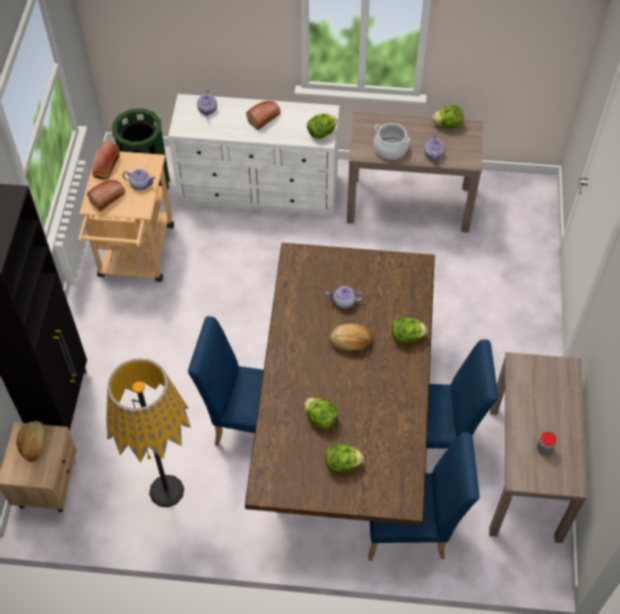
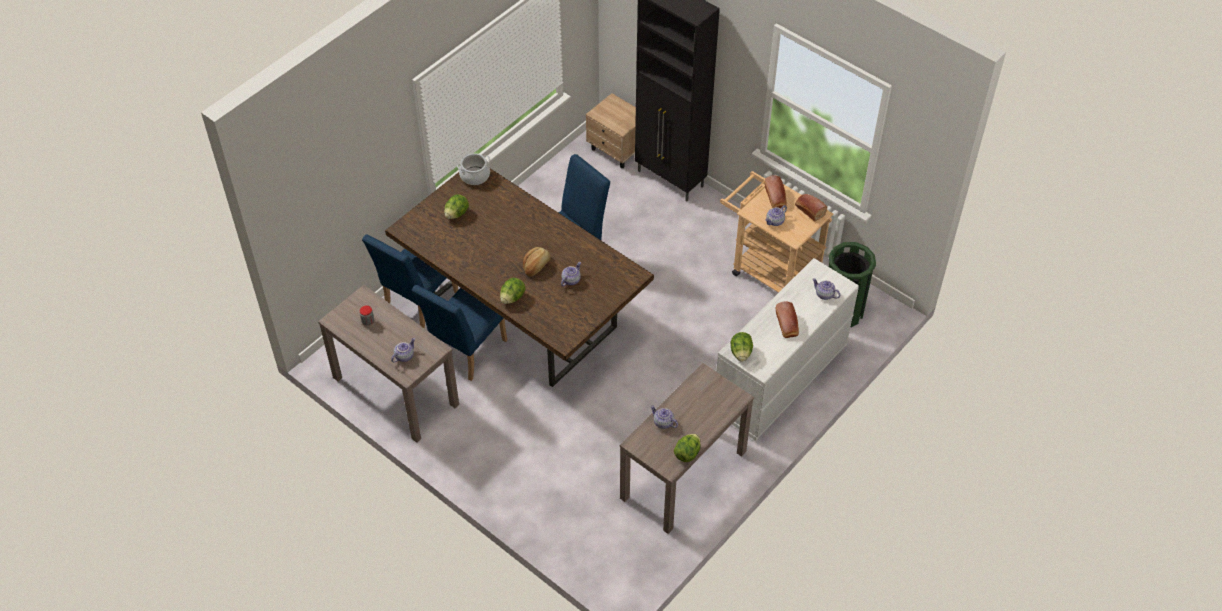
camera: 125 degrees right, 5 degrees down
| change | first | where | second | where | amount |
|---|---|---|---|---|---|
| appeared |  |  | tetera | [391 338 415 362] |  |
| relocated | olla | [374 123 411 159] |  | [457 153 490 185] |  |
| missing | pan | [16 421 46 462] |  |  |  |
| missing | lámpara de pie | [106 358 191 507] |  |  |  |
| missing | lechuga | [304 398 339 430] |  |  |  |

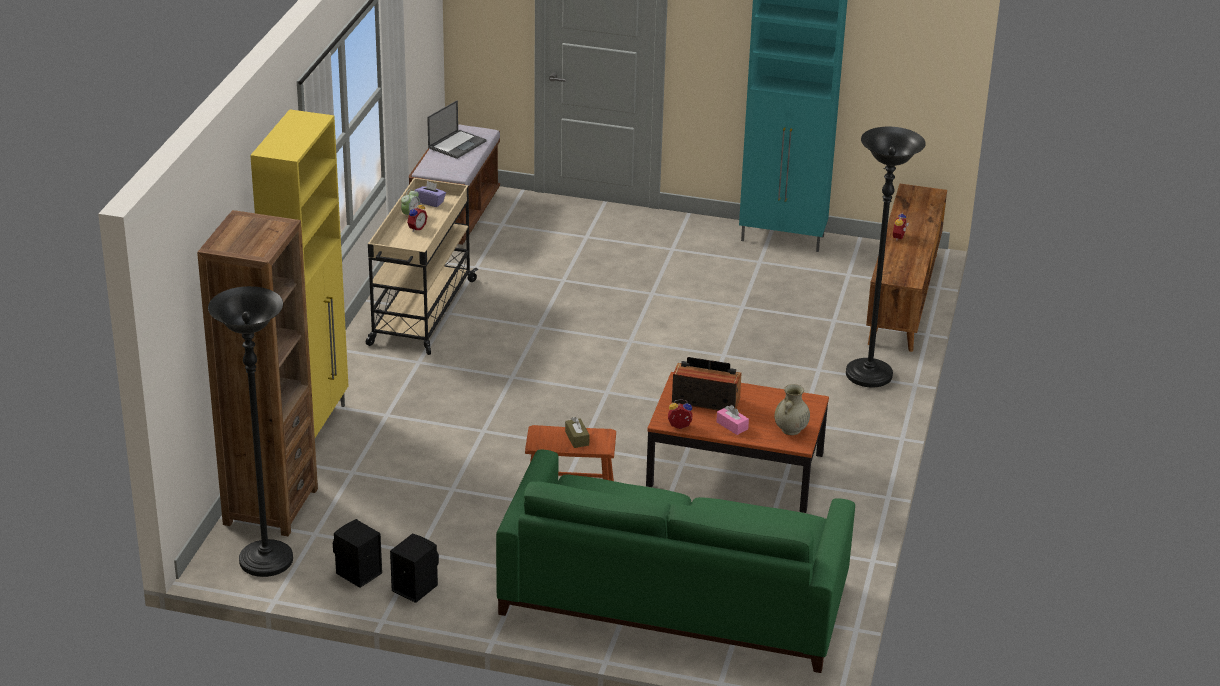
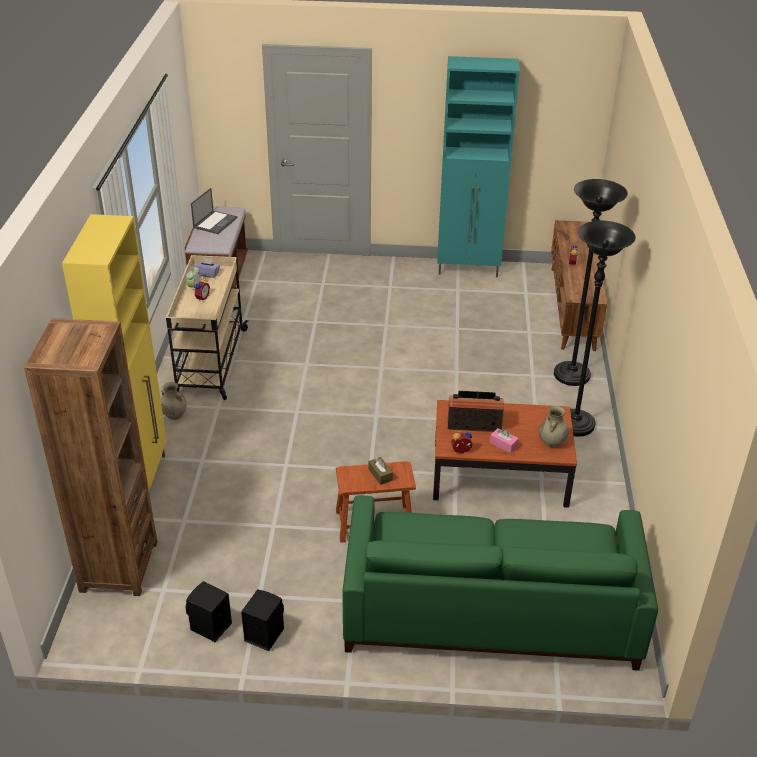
camera: 10 degrees left, 5 degrees up
| change | first | where | second | where | amount |
|---|---|---|---|---|---|
| appeared |  |  | florero [beis] | [161 382 187 420] |  |
| relocated | lámpara de pie [negro] | [208 286 293 577] |  | [570 221 636 437] |  |

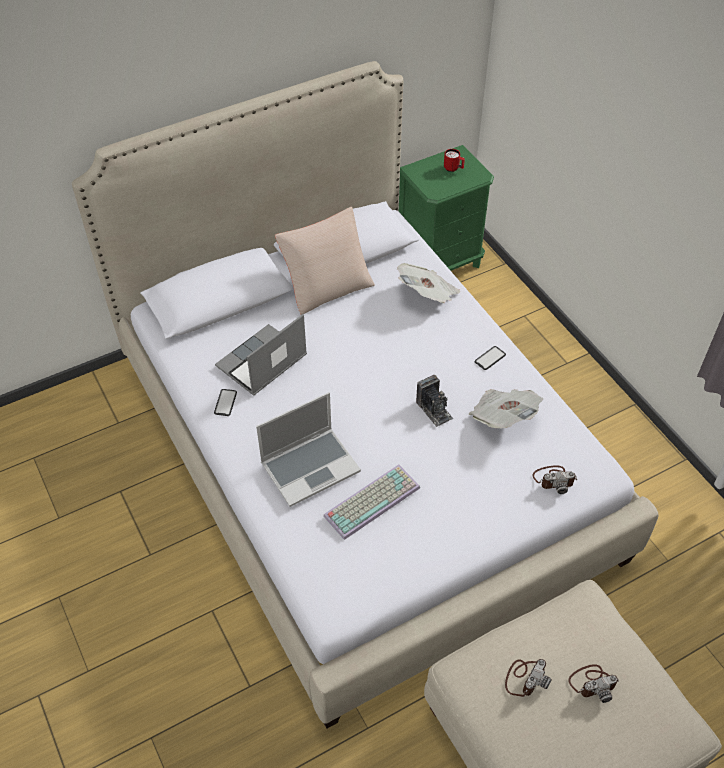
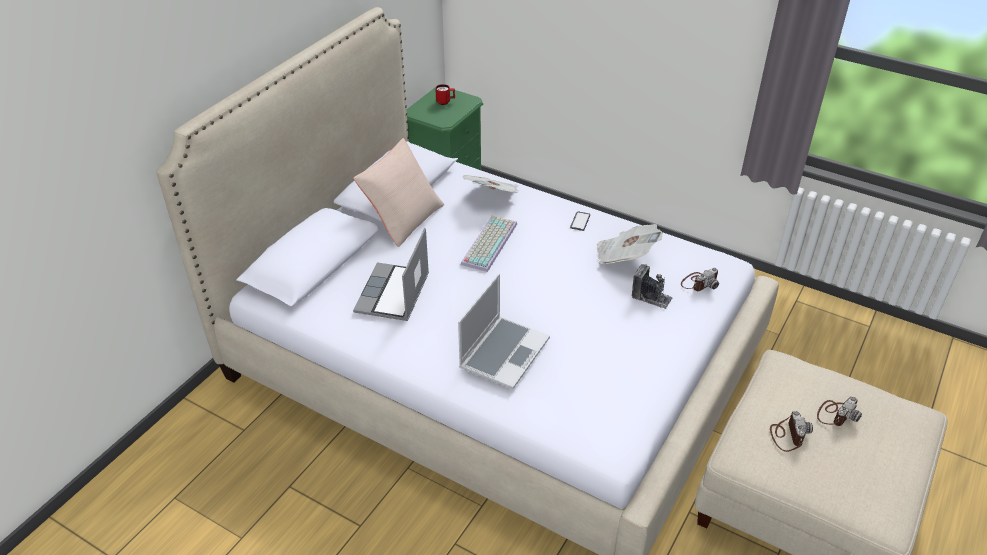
camera: 30 degrees left, 10 degrees down
| change | first | where | second | where | amount |
|---|---|---|---|---|---|
| relocated | teclado | [323 465 420 540] |  | [461 216 517 272] |  |
| relocated | cámara | [416 375 453 427] |  | [632 264 673 309] |  |
| missing | móvil | [214 389 237 416] |  |  |  |

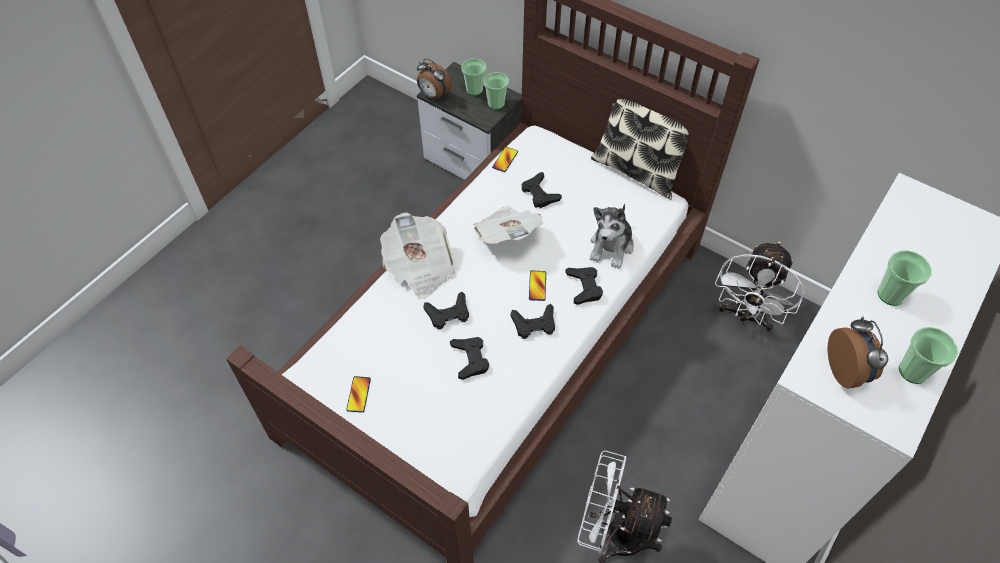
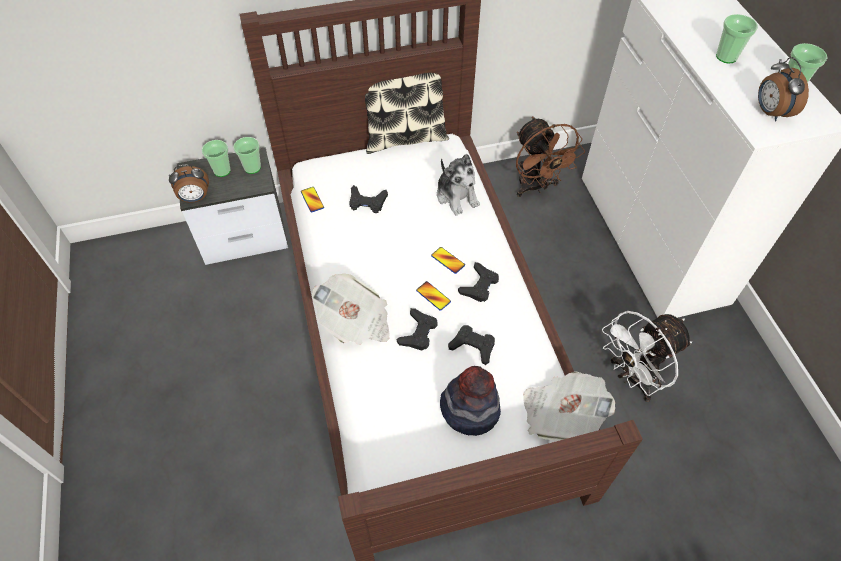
camera: 50 degrees left, 0 degrees up
| change | first | where | second | where | amount |
|---|---|---|---|---|---|
| relocated | móvil | [346 376 371 413] |  | [416 281 451 311] |  |
| appeared |  |  | sombrero | [440 366 501 436] |  |
| colour | ventilador [blanco] | [715 242 804 332] | ventilador [marrón] | [516 116 585 197] |  |
| relocated | periódico | [473 206 544 244] |  | [523 371 615 441] |  |
| spun | despertador | [828 316 888 388] |  | [758 57 809 121] | 135 degrees counterclockwise |
| missing | mando de consola [negro] | [565 267 603 305] |  |  |  |

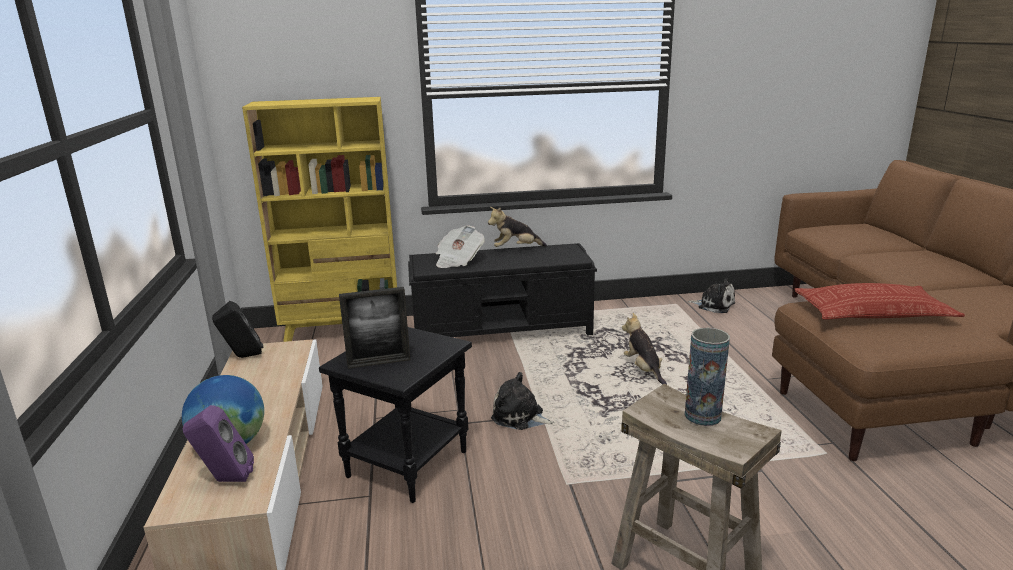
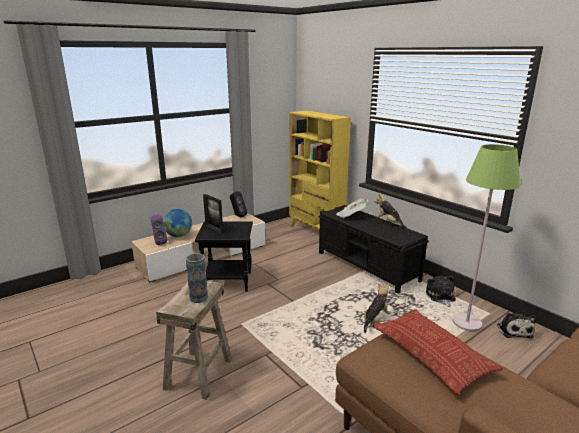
camera: 60 degrees right, 0 degrees up
| change | first | where | second | where | amount |
|---|---|---|---|---|---|
| relocated | peluche | [491 372 555 430] |  | [426 276 456 308] |  |
| appeared |  |  | lámpara de pie [verde] | [453 144 521 332] |  |

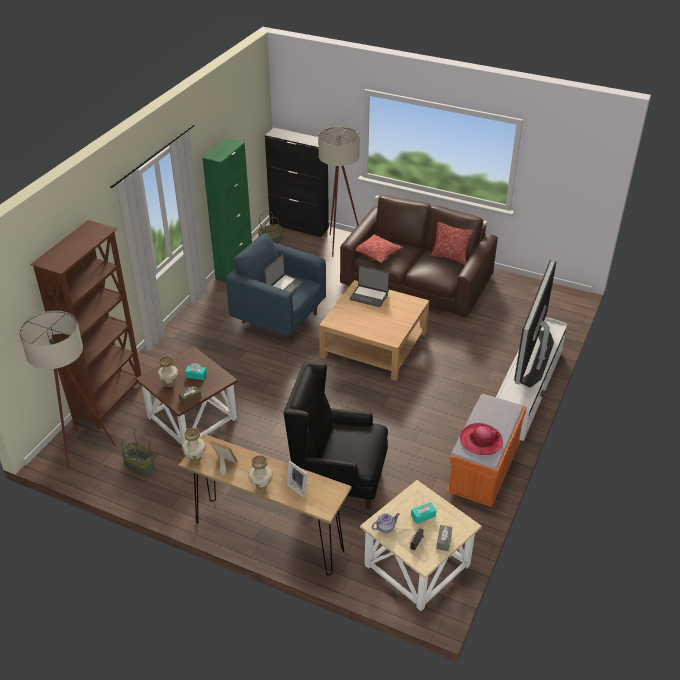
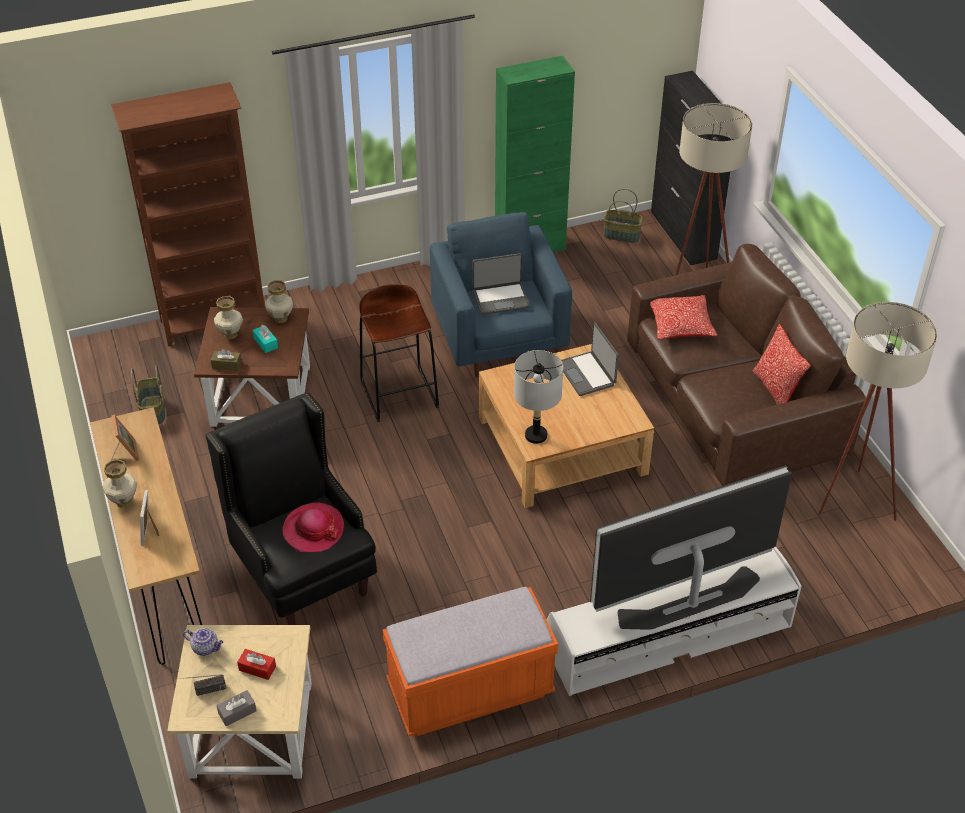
camera: 45 degrees right, 5 degrees up
| change | first | where | second | where | amount |
|---|---|---|---|---|---|
| colour | caja de pañuelos [turquesa] | [411 502 436 524] | caja de pañuelos [rojo] | [237 649 276 680] |  |
| relocated | florero | [182 428 206 463] |  | [265 280 293 323] |  |
| relocated | sombrero | [460 423 503 455] |  | [282 503 344 552] |  |
| appeared |  |  | taburete [marrón] | [359 284 439 422] |  |
| appeared |  |  | lámpara de mesa [gris] | [514 350 563 444] |  |
| relocated | lámpara de pie [beis] | [19 311 116 470] |  | [819 302 937 521] |  |

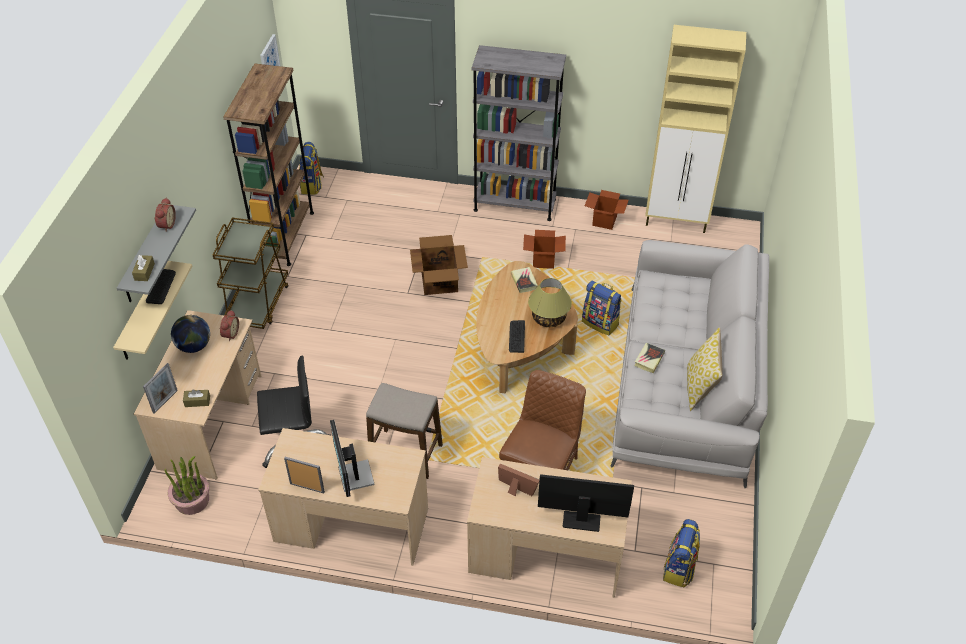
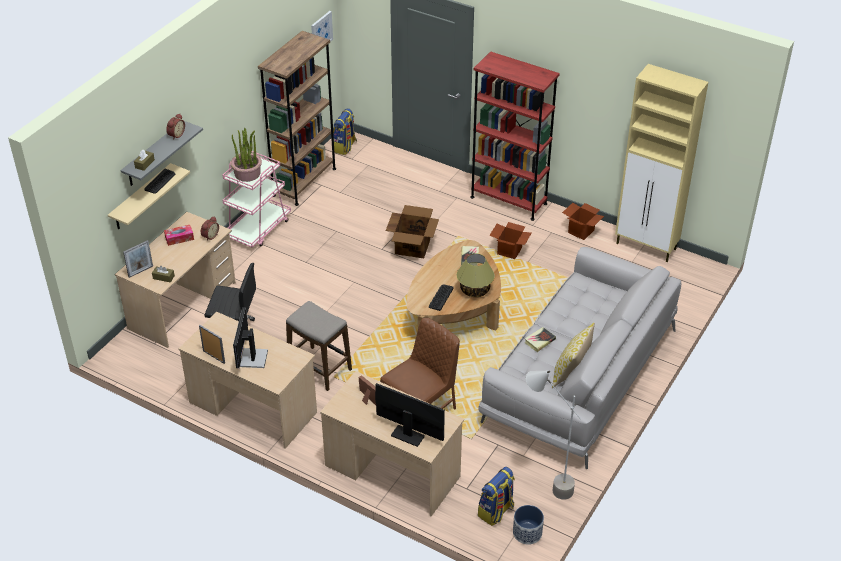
camera: 20 degrees right, 5 degrees down
| change | first | where | second | where | amount |
|---|---|---|---|---|---|
| exchanged | globo terráqueo | [171 315 210 353] | caja de pañuelos | [164 225 194 246] |  |
| colour | carrito [marrón] | [213 217 289 329] | carrito [rosa] | [223 151 291 247] |  |
| relocated | planta en maceta | [165 456 209 515] |  | [231 128 262 182] |  |
| colour | estantería [gris] | [472 45 566 221] | estantería [rojo] | [470 51 560 221] |  |
| appeared |  |  | maceta | [513 505 544 545] |  |
| appeared |  |  | lámpara de pie [gris] | [526 371 581 500] |  |
| missing | mochila | [582 281 622 336] |  |  |  |

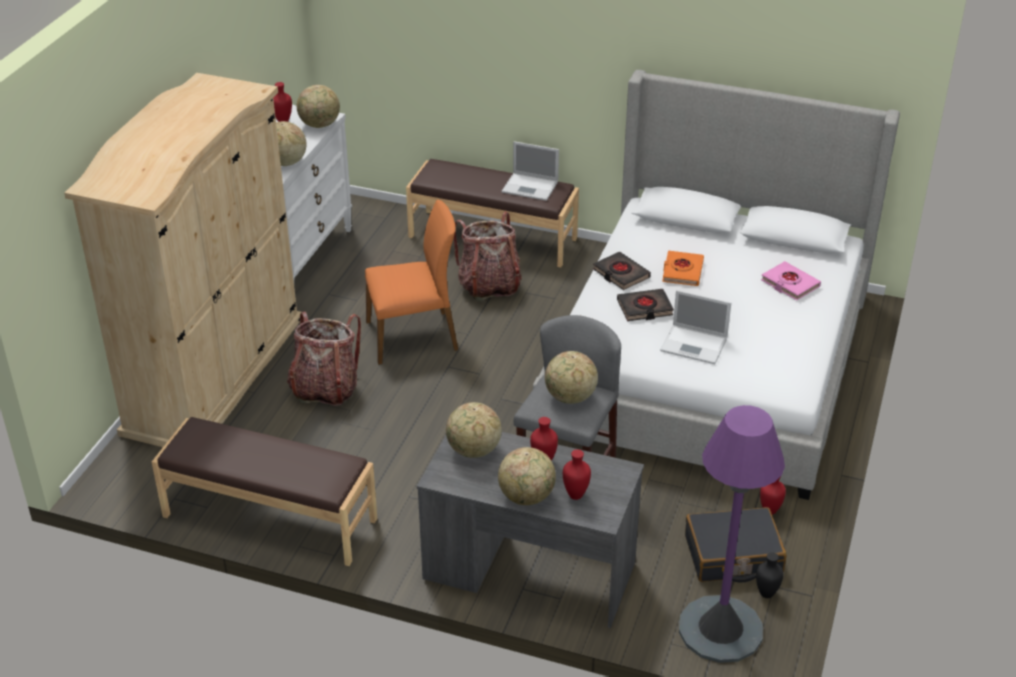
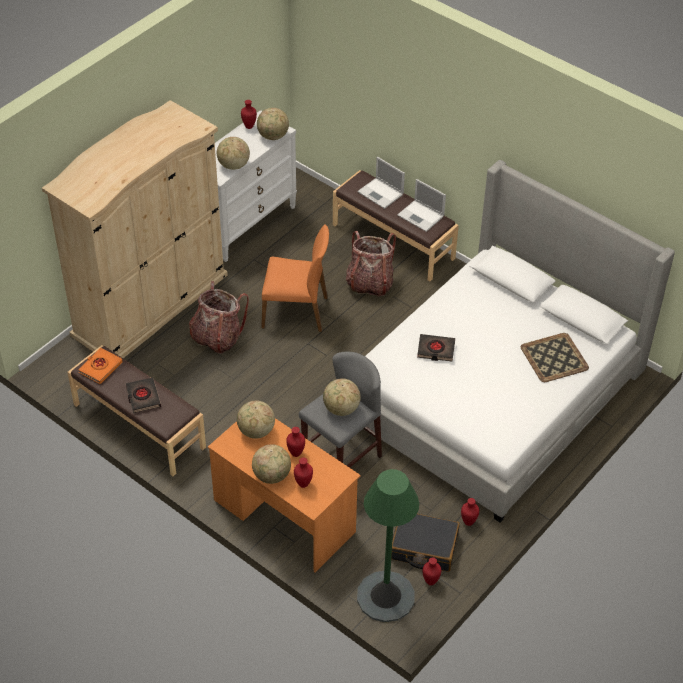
camera: 20 degrees right, 10 degrees up
| change | first | where | second | where | amount |
|---|---|---|---|---|---|
| relocated | libro [naranja] | [662 251 704 286] |  | [79 347 123 384] |  |
| relocated | libro [negro] | [593 252 651 290] |  | [126 378 161 413] |  |
| colour | escritorio [gris] | [417 432 644 628] | escritorio [naranja] | [208 418 361 572] |  |
| relocated | portátil | [660 290 731 364] |  | [357 157 405 209] |  |
| colour | lámpara de pie [morado] | [679 405 785 663] | lámpara de pie [verde] | [357 469 419 622] |  |
| colour | florero [negro] | [756 552 784 598] | florero [rojo] | [423 557 441 585] |  |
| exchanged | libro [rosa] | [761 261 821 300] | bandeja | [521 333 589 382] |  |

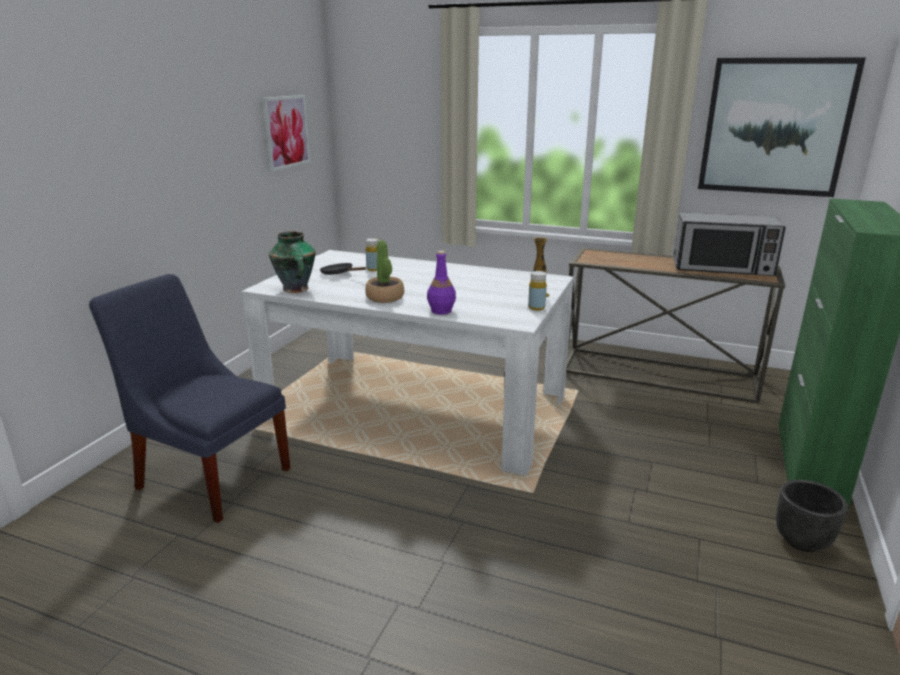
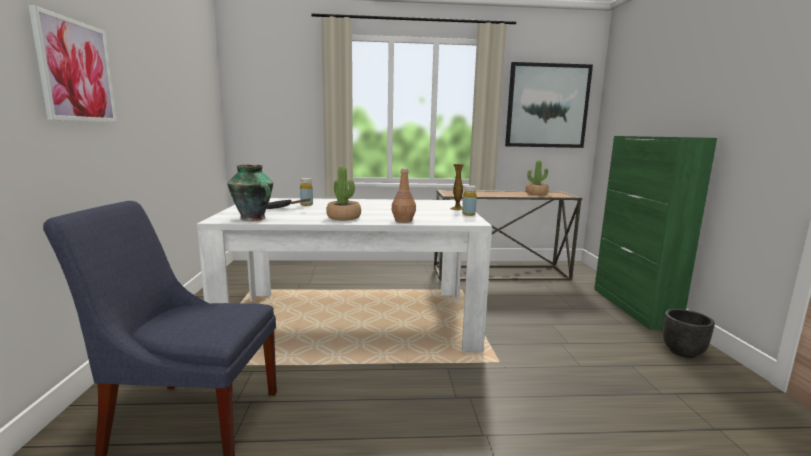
camera: 25 degrees left, 10 degrees down
| change | first | where | second | where | amount |
|---|---|---|---|---|---|
| relocated | cuadro | [262 95 310 171] |  | [28 5 117 122] |  |
| colour | botella [morado] | [427 250 456 315] | botella [marrón] | [392 168 416 223] |  |
| exchanged | microondas | [673 212 786 276] | planta en maceta | [525 160 549 195] |  |

